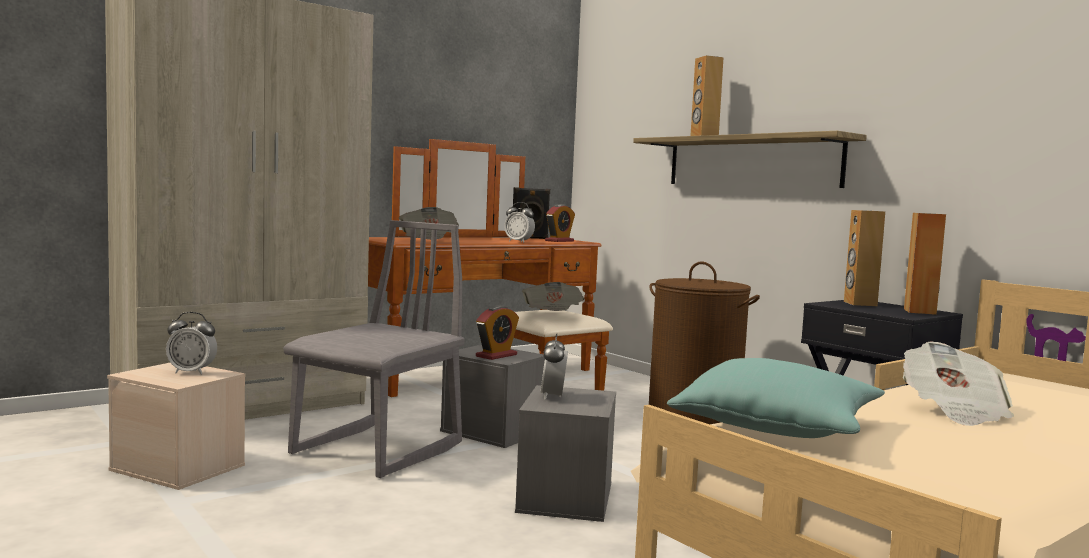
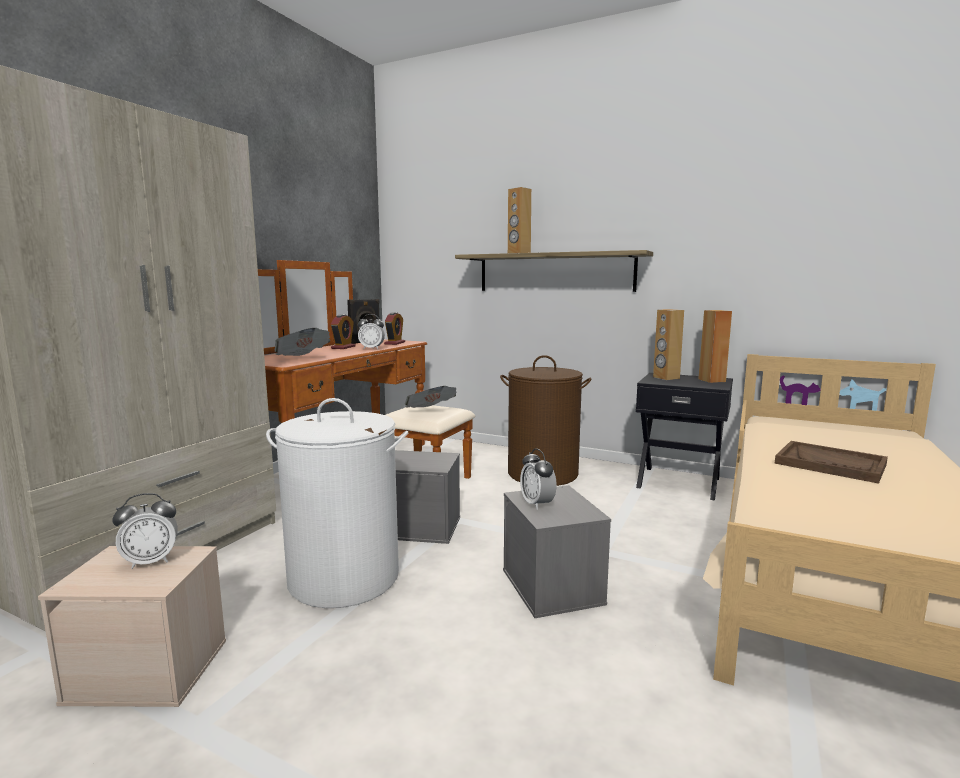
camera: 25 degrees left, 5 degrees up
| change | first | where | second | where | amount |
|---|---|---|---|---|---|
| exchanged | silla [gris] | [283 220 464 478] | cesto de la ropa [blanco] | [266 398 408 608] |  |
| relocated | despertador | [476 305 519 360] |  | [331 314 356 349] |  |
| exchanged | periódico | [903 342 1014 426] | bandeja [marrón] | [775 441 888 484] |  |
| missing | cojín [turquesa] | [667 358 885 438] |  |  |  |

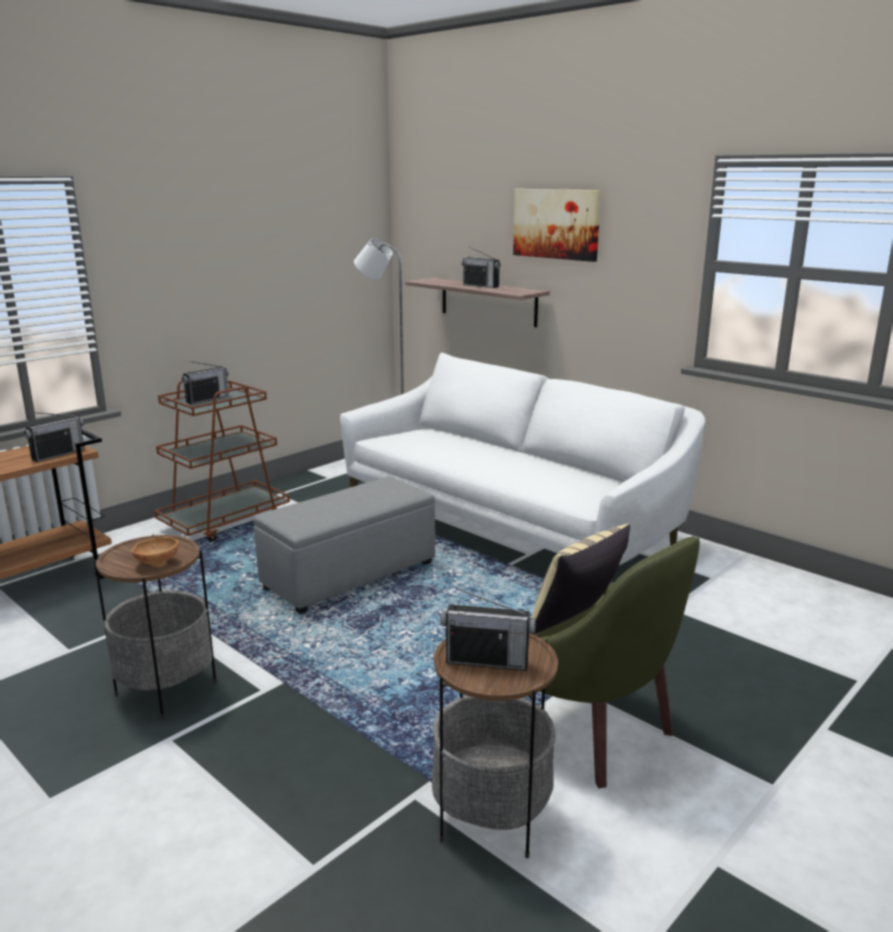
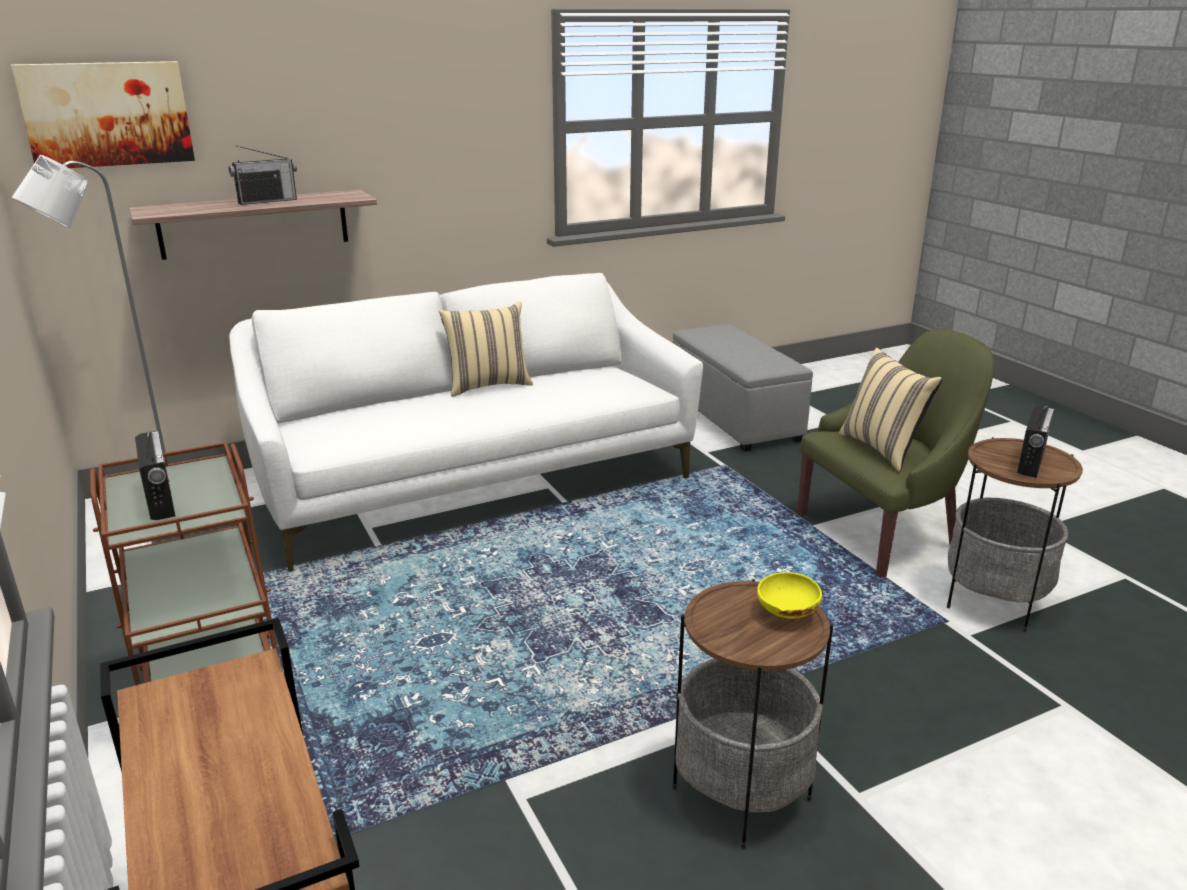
camera: 70 degrees left, 5 degrees up
| change | first | where | second | where | amount |
|---|---|---|---|---|---|
| relocated | cuadro | [513 189 601 262] |  | [11 61 195 168] |  |
| appeared |  |  | cojín [beis] | [439 301 533 397] |  |
| relocated | puf [gris] | [254 477 435 614] |  | [673 324 813 452] |  |
| colour | cuenco [marrón] | [131 537 179 567] | cuenco [amarillo] | [757 572 822 619] |  |
| missing | radio | [24 412 85 462] |  |  |  |

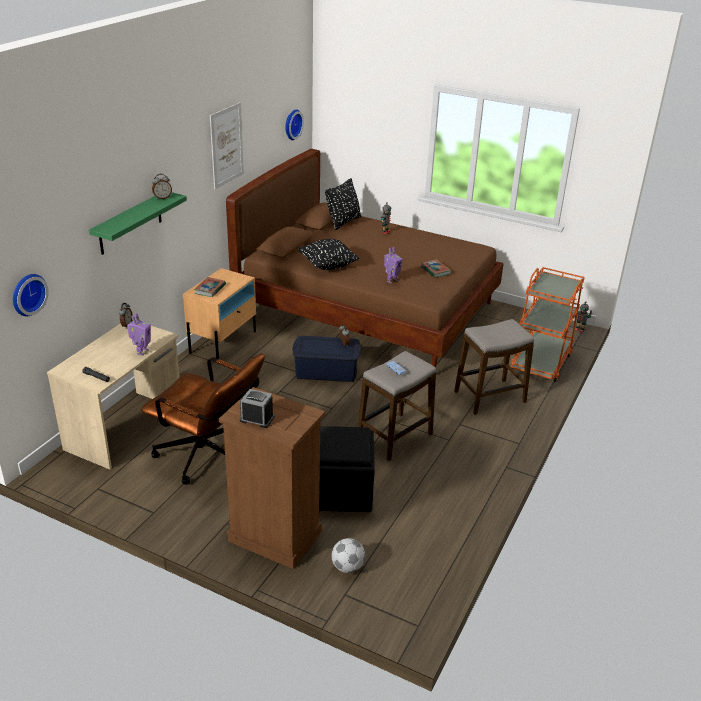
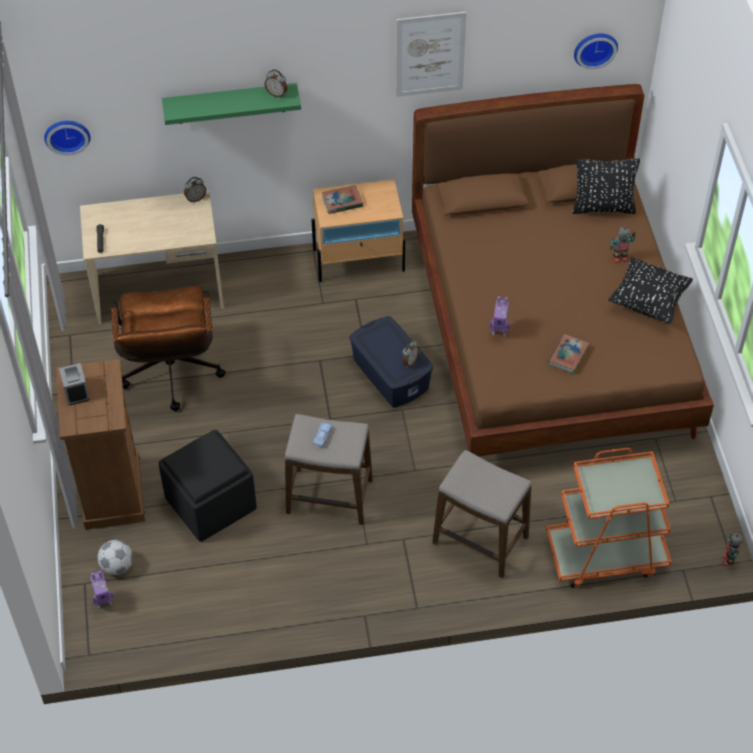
camera: 55 degrees right, 20 degrees up
| change | first | where | second | where | amount |
|---|---|---|---|---|---|
| relocated | robot de juguete | [127 313 151 356] |  | [90 570 113 609] |  |
| relocated | cojín [negro] | [298 239 359 270] |  | [608 257 693 324] |  |

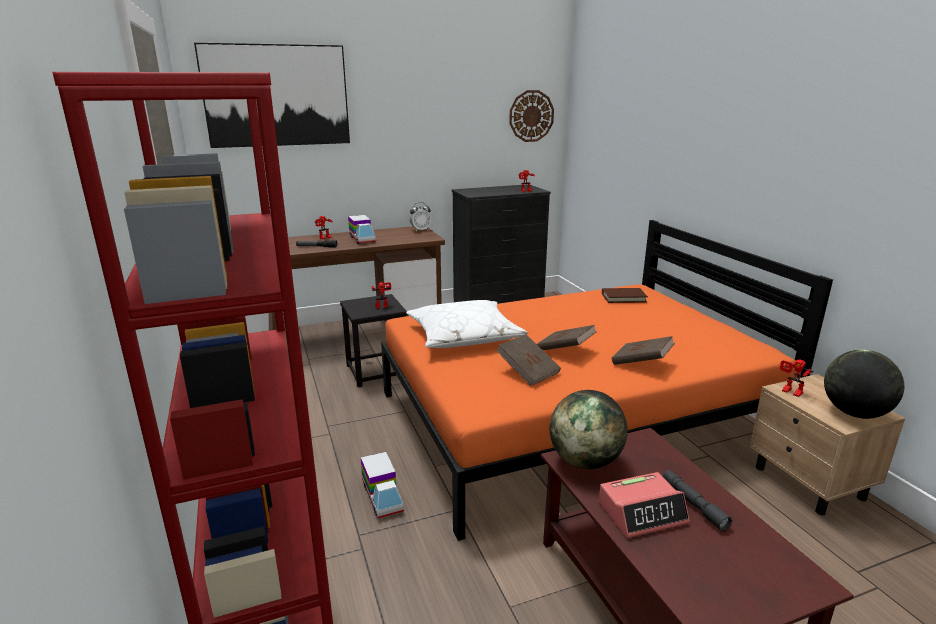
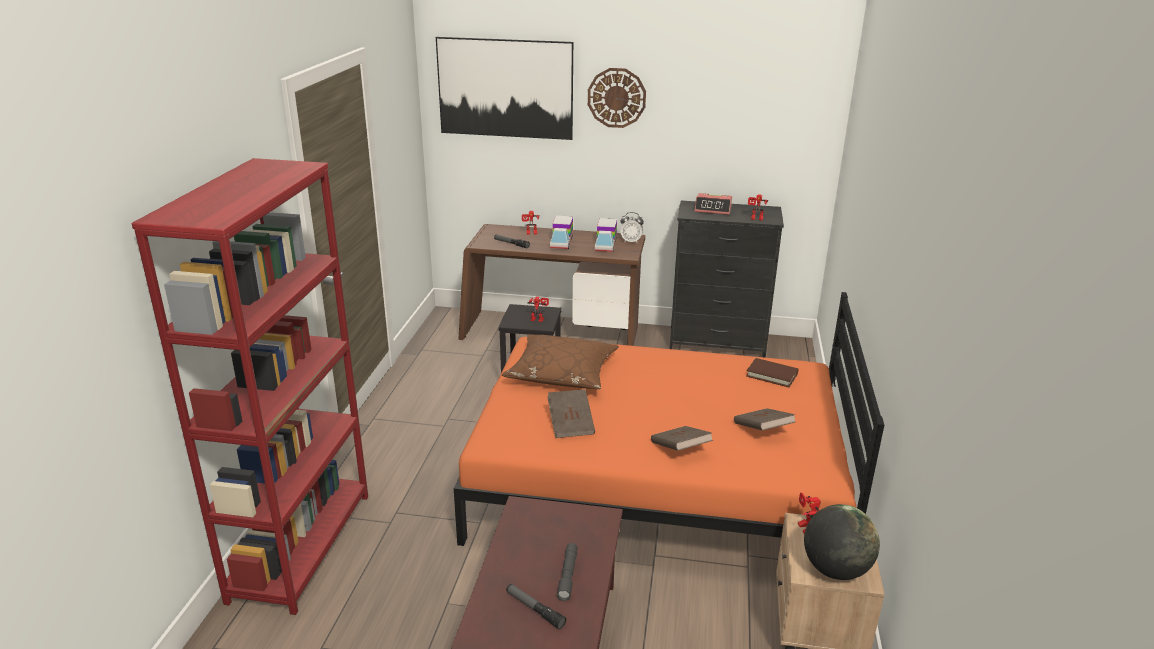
camera: 30 degrees right, 5 degrees up
| change | first | where | second | where | amount |
|---|---|---|---|---|---|
| colour | cojín [blanco] | [406 300 528 348] | cojín [marrón] | [502 334 619 389] |  |
| appeared |  |  | linterna | [506 584 566 629] |  |
| relocated | reloj de pared | [509 90 554 142] |  | [588 68 646 128] |  |
| relocated | camión de juguete | [361 452 404 518] |  | [595 218 617 252] |  |
| relocated | despertador | [599 472 690 538] |  | [695 193 732 215] |  |
| relocated | libro [marrón] | [537 325 597 350] |  | [734 408 795 431] |  |
| missing | globo terráqueo | [550 390 628 469] |  |  |  |

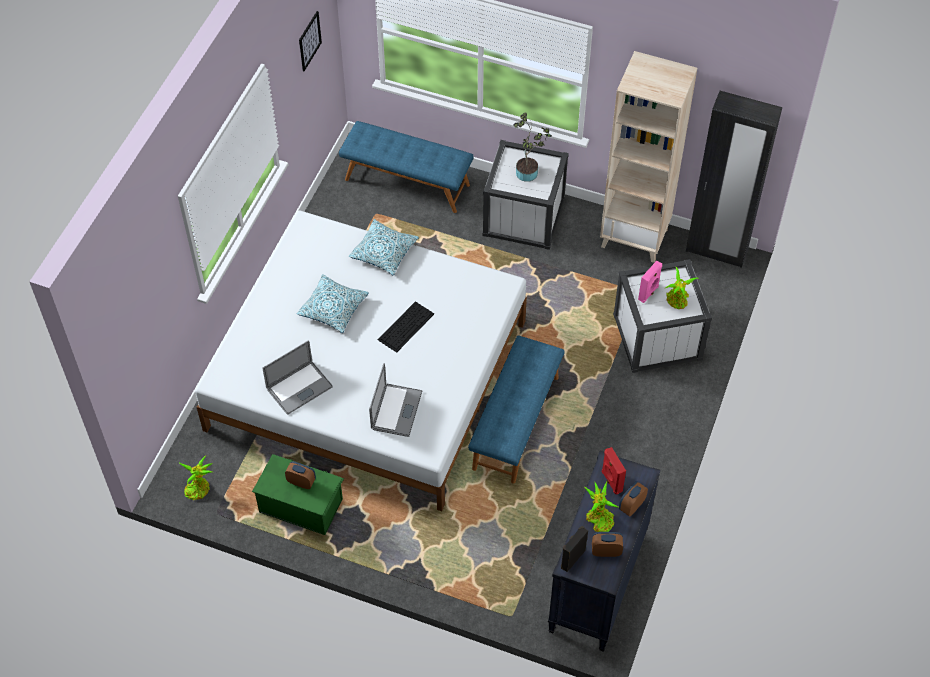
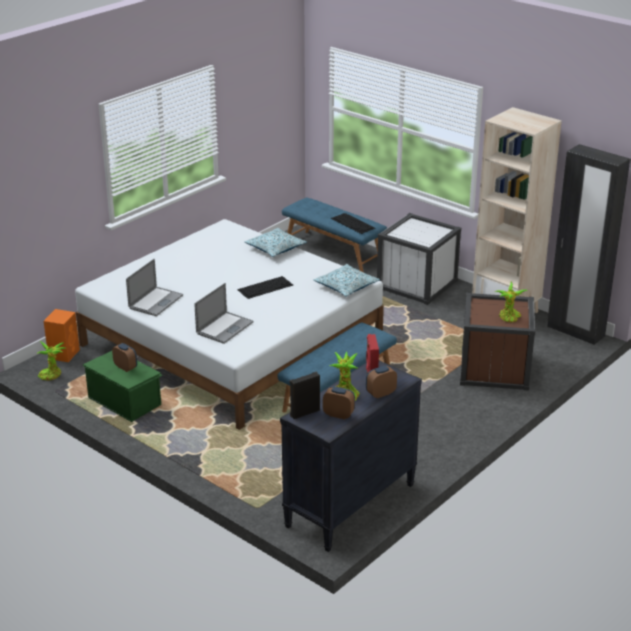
camera: 20 degrees right, 25 degrees down
| change | first | where | second | where | amount |
|---|---|---|---|---|---|
| appeared |  |  | altavoz [naranja] | [44 309 80 362] |  |
| spun | portátil | [262 340 333 415] |  | [126 259 183 316] | 45 degrees counterclockwise |
| relocated | cojín | [297 274 369 333] |  | [314 264 380 297] |  |
| appeared |  |  | teclado | [331 213 375 234] |  |
| colour | caja de almacenaje [blanco] | [613 259 712 373] | caja de almacenaje [marrón] | [460 293 535 391] |  |
| missing | cuadro | [299 11 322 71] |  |  |  |
| missing | planta en maceta | [513 112 552 182] |  |  |  |
| missing | altavoz [rosa] | [638 261 662 303] |  |  |  |

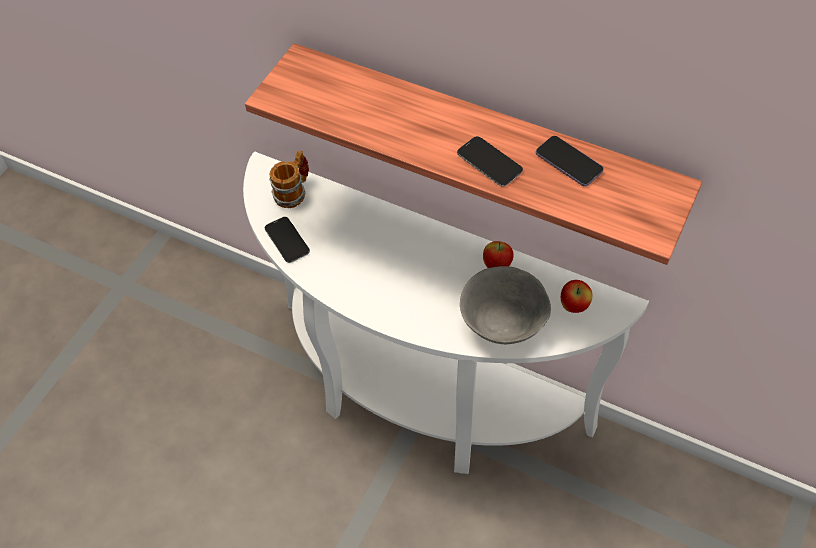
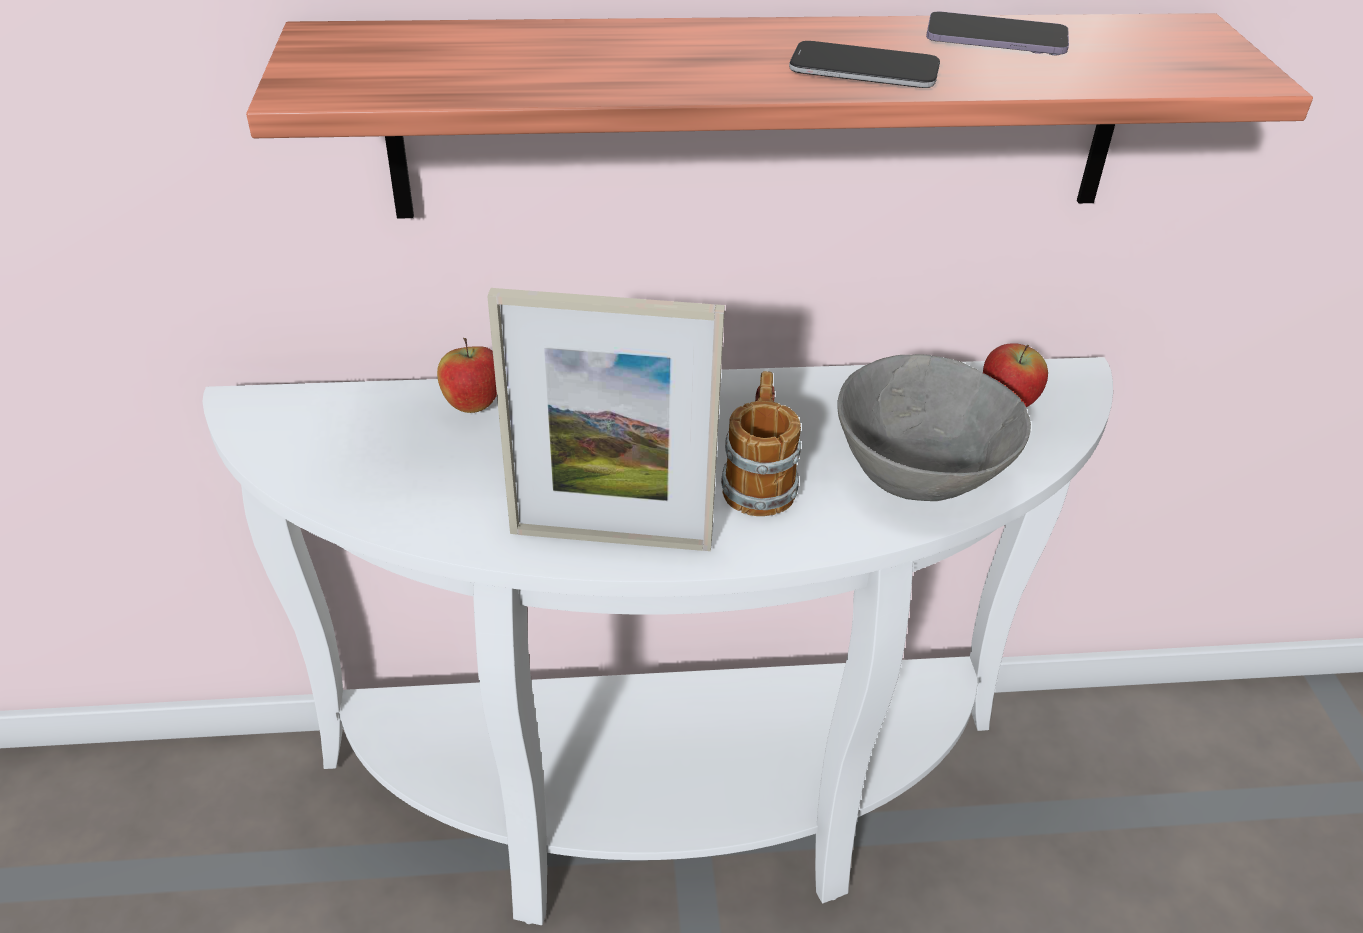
camera: 35 degrees left, 15 degrees down
| change | first | where | second | where | amount |
|---|---|---|---|---|---|
| relocated | manzana | [483 241 514 268] |  | [437 338 497 413] |  |
| appeared |  |  | portarretratos | [487 288 725 551] |  |
| relocated | taza grande | [269 151 309 208] |  | [721 371 801 516] |  |
| missing | móvil | [265 217 310 263] |  |  |  |

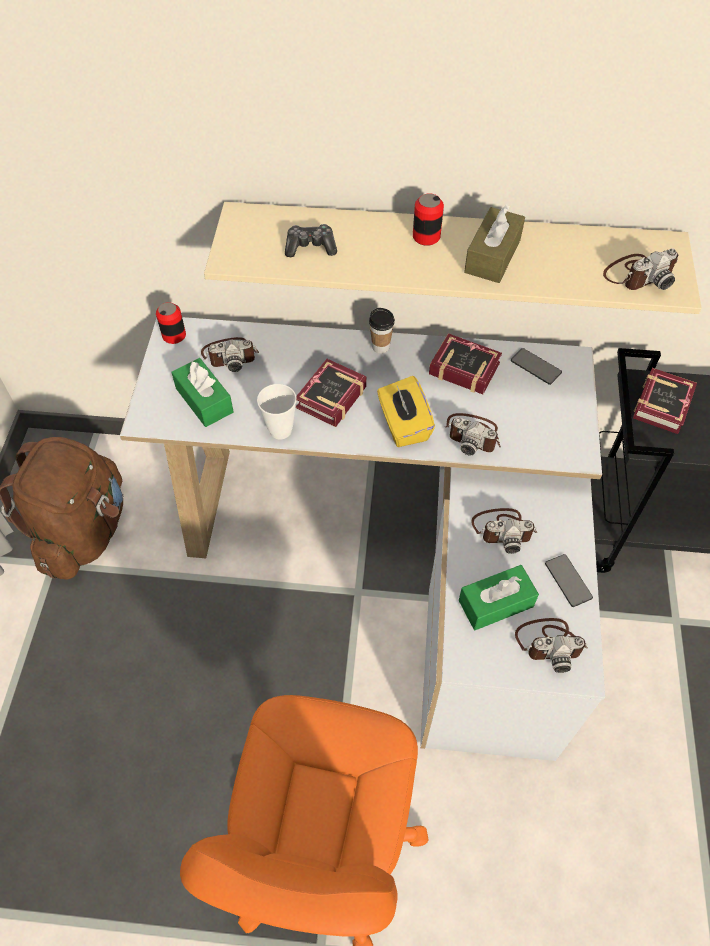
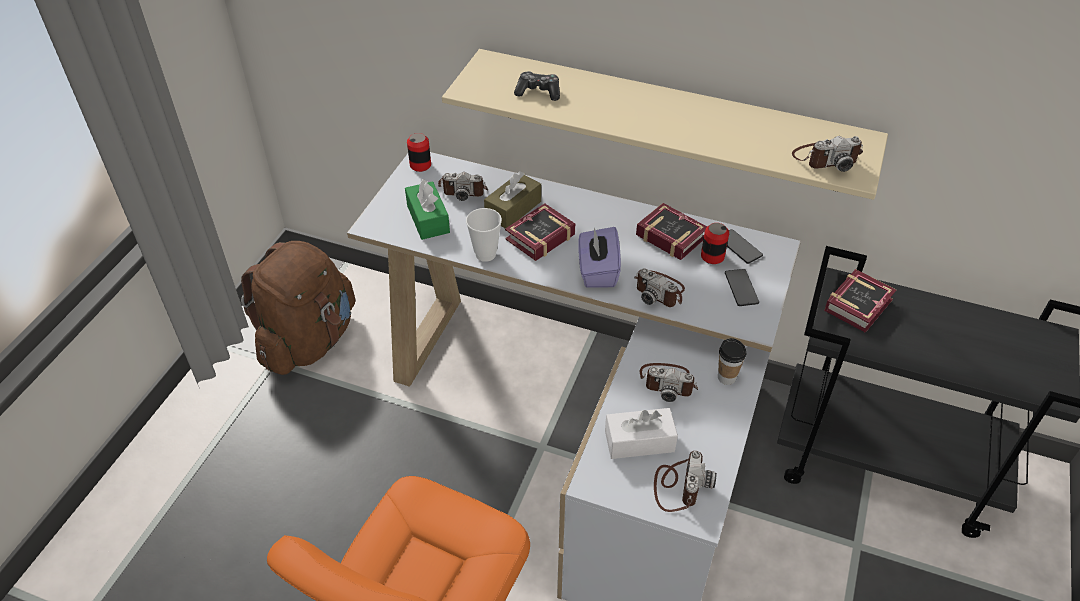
camera: 15 degrees right, 10 degrees down
| change | first | where | second | where | amount |
|---|---|---|---|---|---|
| relocated | caja de pañuelos [marrón] | [464 205 525 283] |  | [484 171 541 228] |  |
| colour | caja de pañuelos [amarillo] | [377 376 435 447] | caja de pañuelos [morado] | [578 227 621 287] |  |
| colour | caja de pañuelos [verde] | [459 565 539 630] | caja de pañuelos [blanco] | [605 408 678 459] |  |
| spun | cámara | [515 618 588 673] |  | [654 451 717 512] | 90 degrees counterclockwise |
| relocated | lata | [413 193 444 246] |  | [701 223 729 264] |  |
| relocated | taza | [369 308 395 354] |  | [718 338 746 385] |  |
| relocated | móvil | [545 554 593 607] |  | [725 269 759 306] |  |

